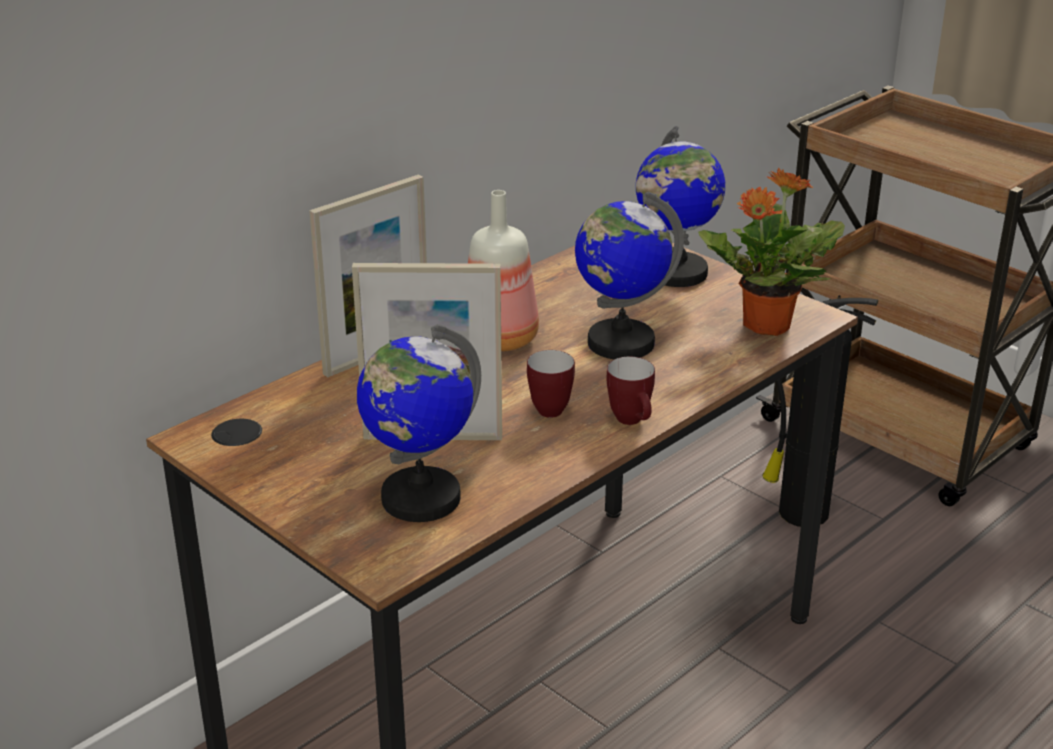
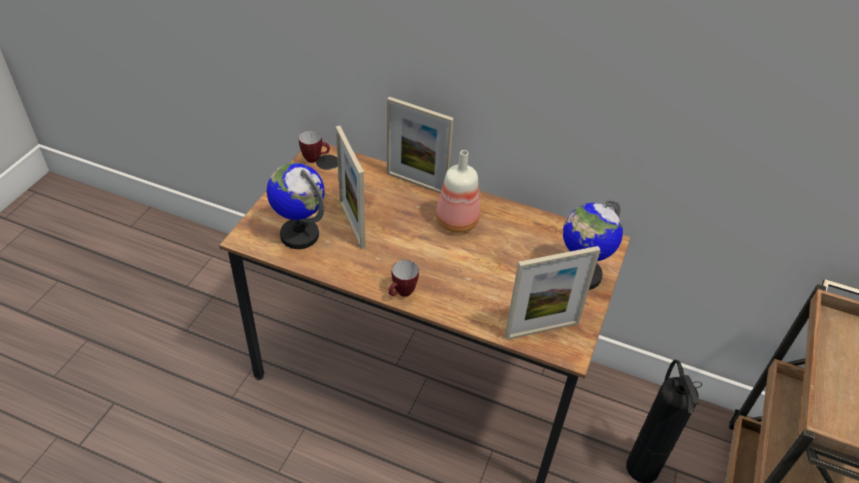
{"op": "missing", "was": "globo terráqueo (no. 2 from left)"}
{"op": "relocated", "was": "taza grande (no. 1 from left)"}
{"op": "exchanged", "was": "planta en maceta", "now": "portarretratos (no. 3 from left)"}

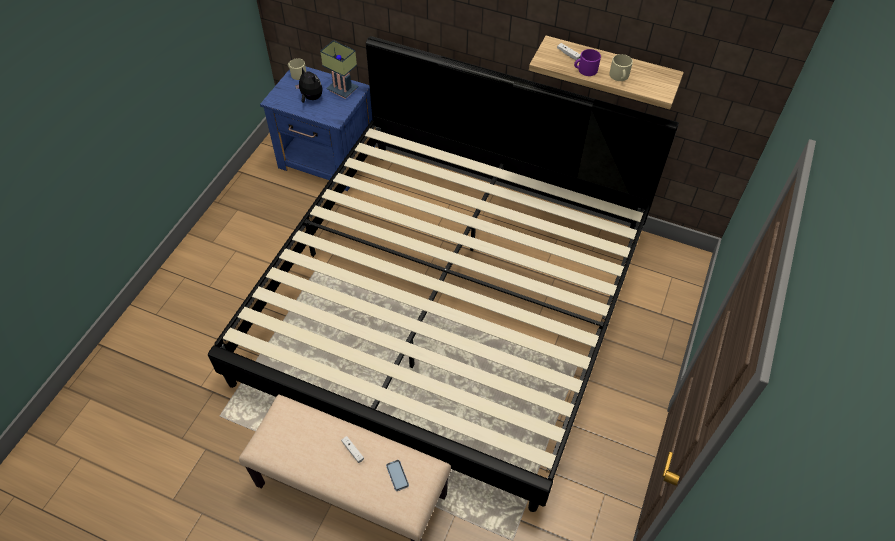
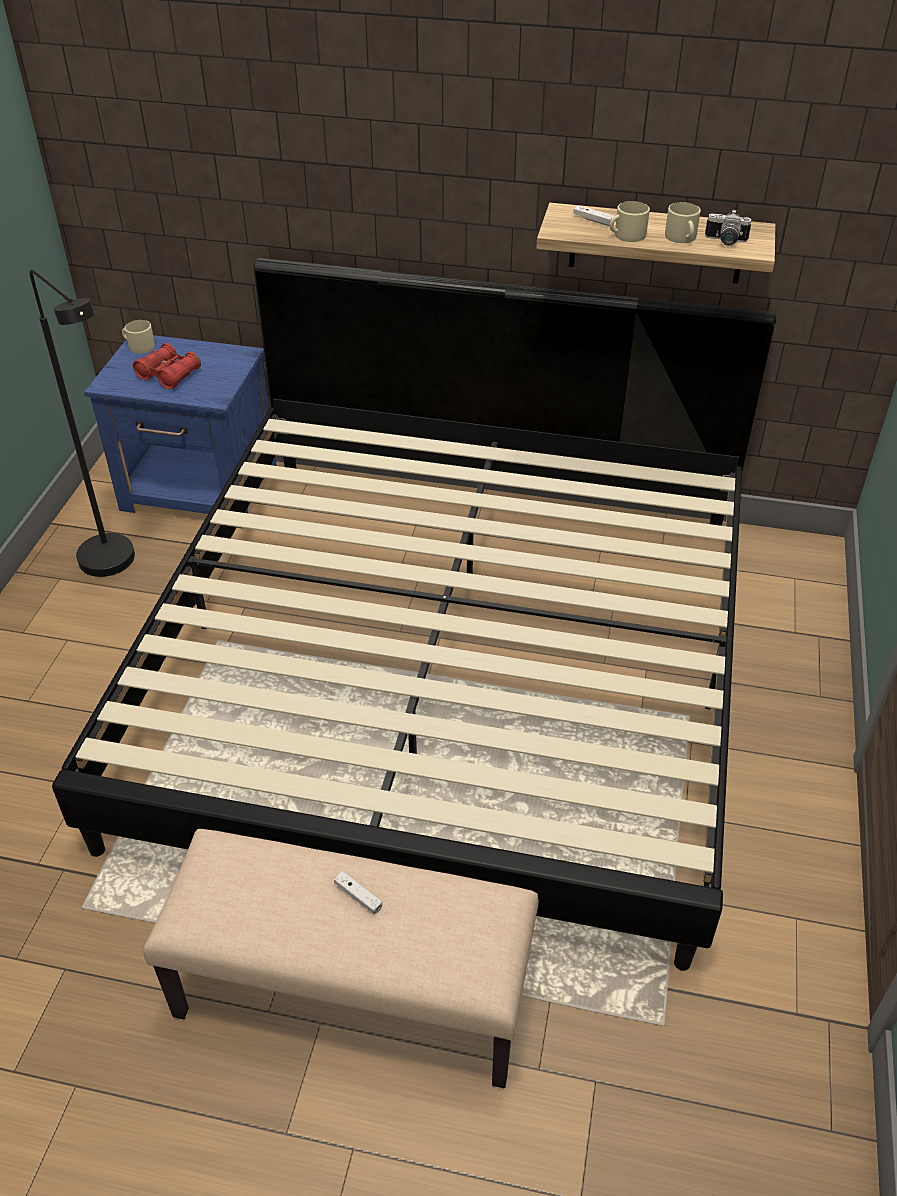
{"op": "missing", "was": "lámpara de mesa"}
{"op": "missing", "was": "móvil"}
{"op": "appeared", "now": "lámpara de pie (negro)"}
{"op": "appeared", "now": "cámara"}
{"op": "exchanged", "was": "peluche", "now": "prismáticos (rojo)"}
{"op": "colour", "was": "taza grande (morado)", "now": "taza grande (beis) (no. 2 from left)"}

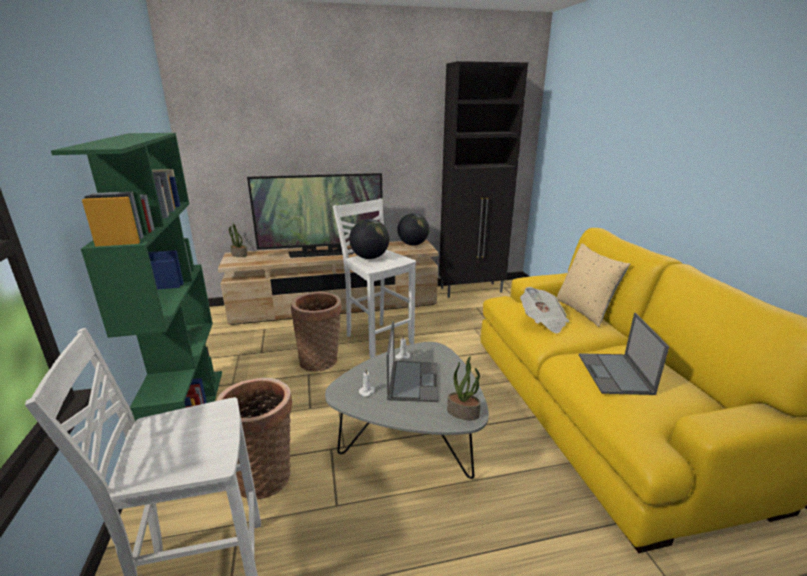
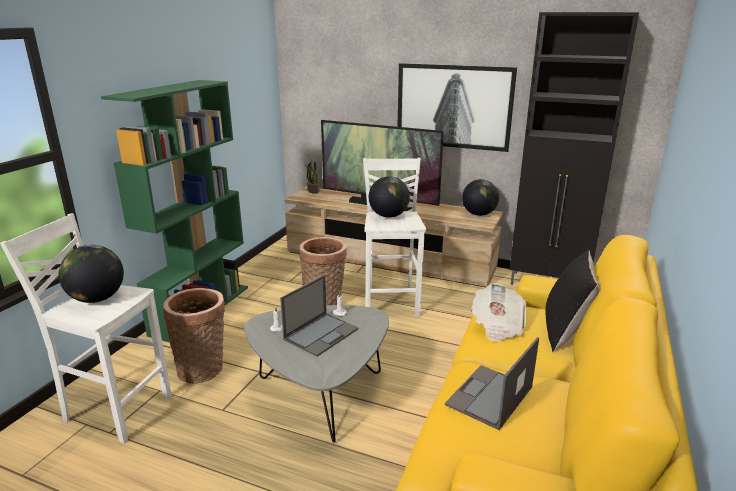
{"op": "missing", "was": "planta en maceta (no. 2 from left)"}
{"op": "appeared", "now": "globo terráqueo (no. 1 from left)"}
{"op": "appeared", "now": "cuadro"}
{"op": "colour", "was": "cojín (beis)", "now": "cojín (negro)"}

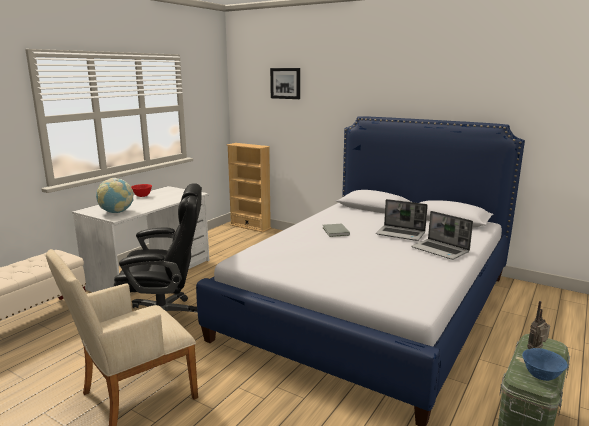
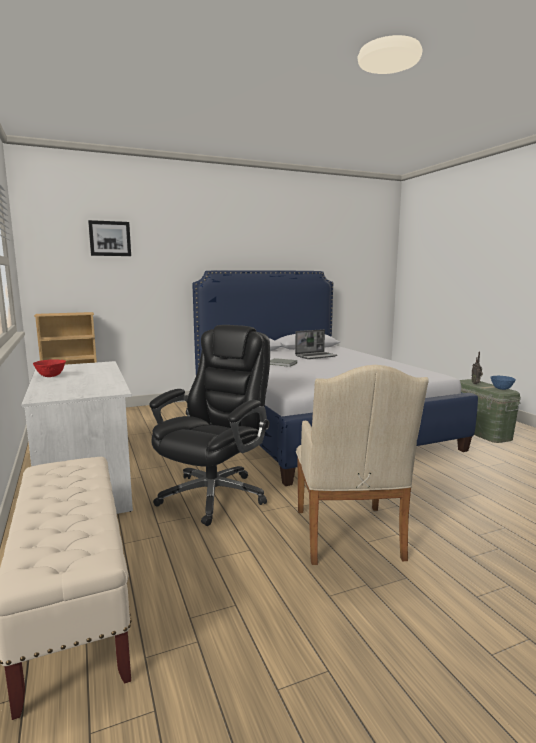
{"op": "missing", "was": "globo terráqueo"}
{"op": "missing", "was": "portátil (no. 2 from left)"}

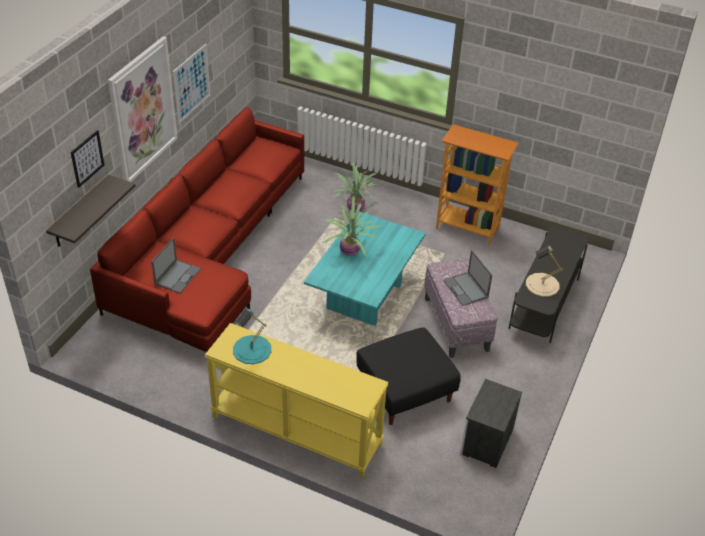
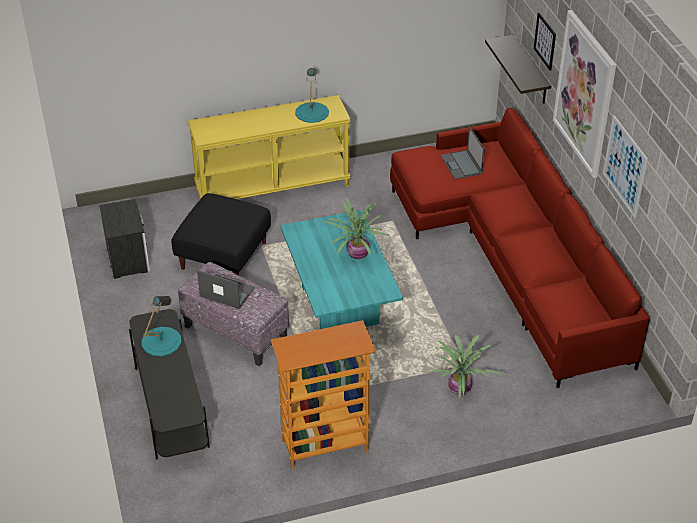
{"op": "colour", "was": "lámpara de mesa (beis)", "now": "lámpara de mesa (turquesa) (no. 1 from left)"}

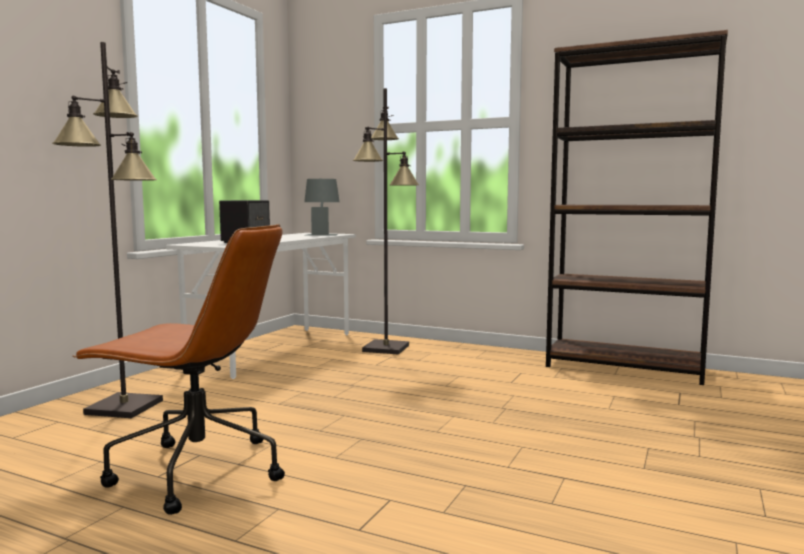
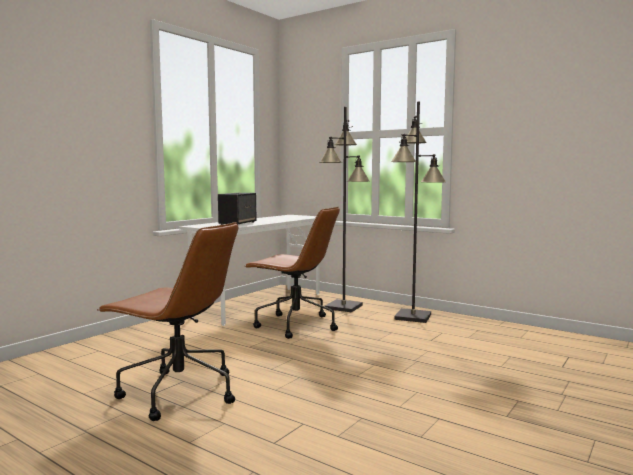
{"op": "missing", "was": "lámpara de mesa (gris)"}
{"op": "missing", "was": "estantería (marrón)"}
{"op": "appeared", "now": "silla de oficina (marrón) (no. 2 from left)"}
{"op": "relocated", "was": "lámpara de pie (negro) (no. 1 from left in the first image)", "now": "lámpara de pie (negro) (no. 2 from left)"}

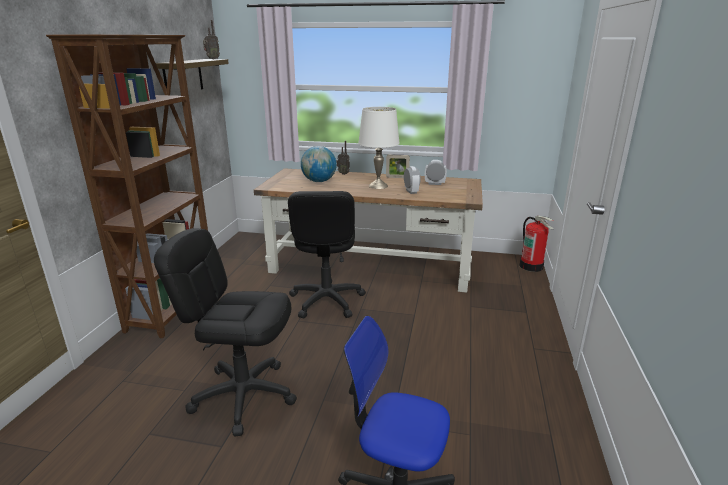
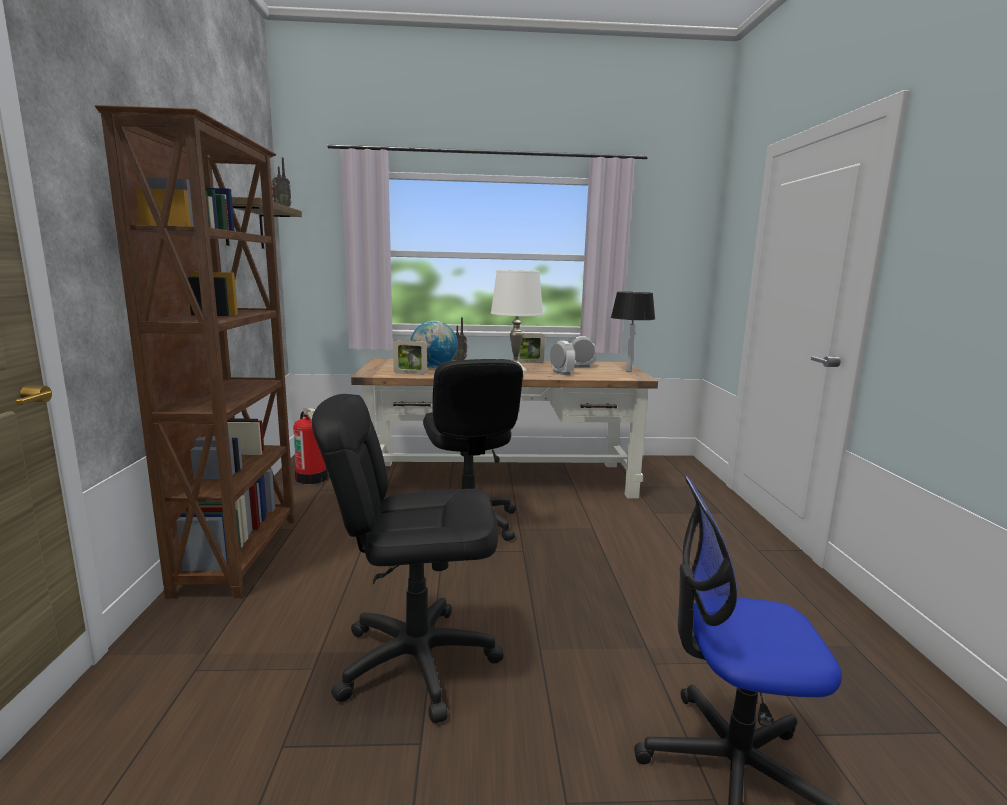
{"op": "appeared", "now": "portarretratos (no. 1 from left)"}
{"op": "appeared", "now": "lámpara de mesa (negro)"}
{"op": "relocated", "was": "extintor"}

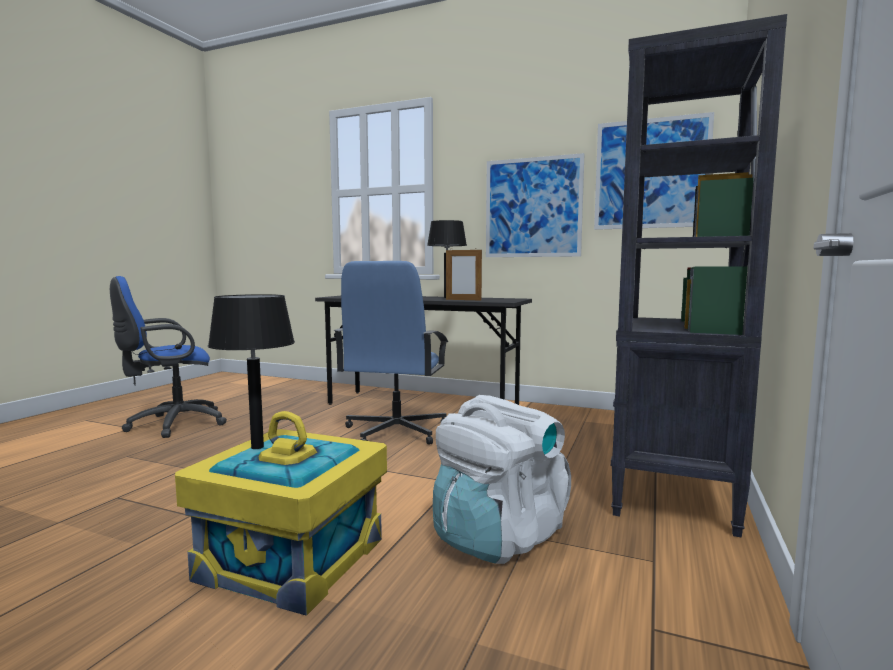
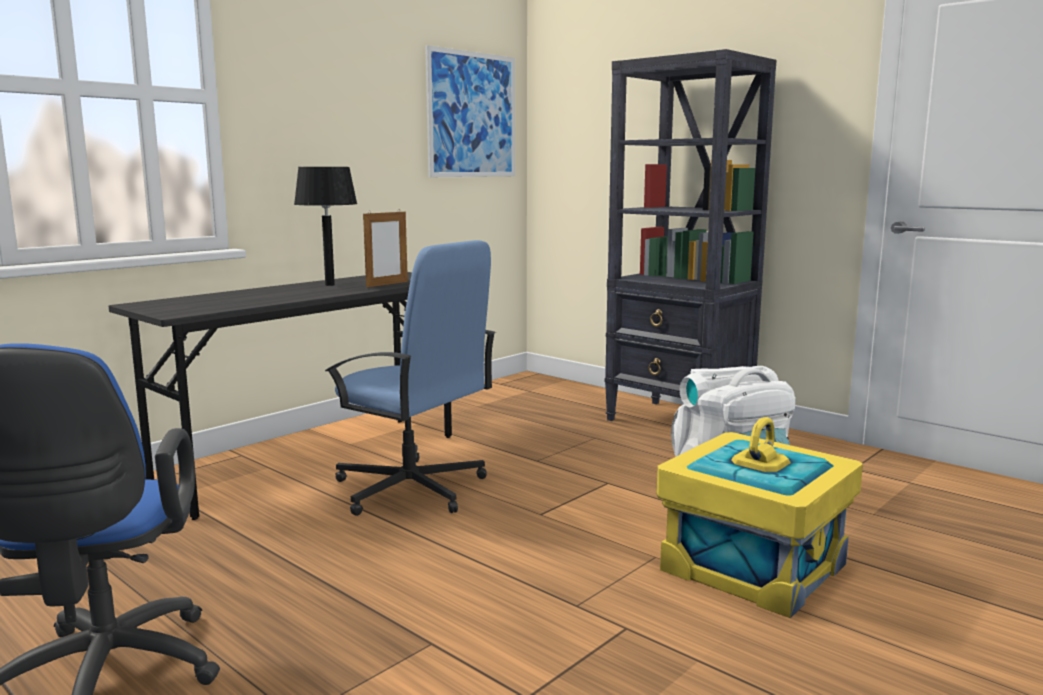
{"op": "missing", "was": "lámpara de mesa (negro) (no. 1 from left)"}
{"op": "missing", "was": "cuadro (no. 1 from left)"}

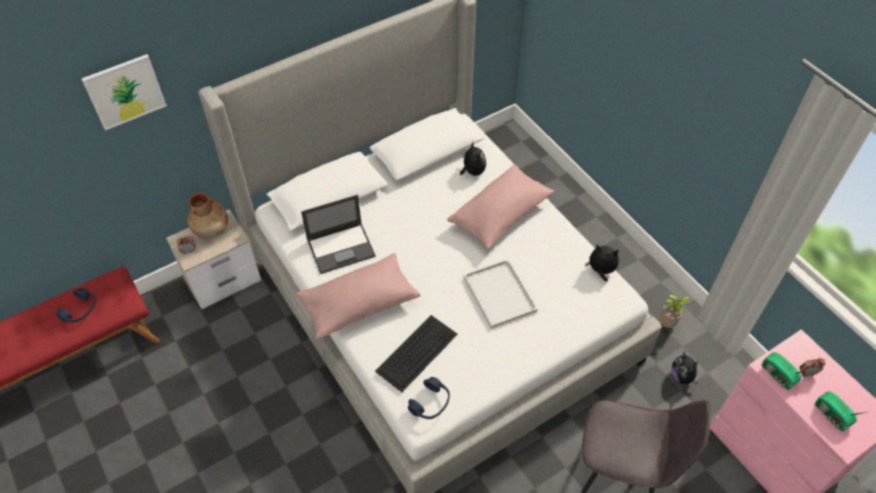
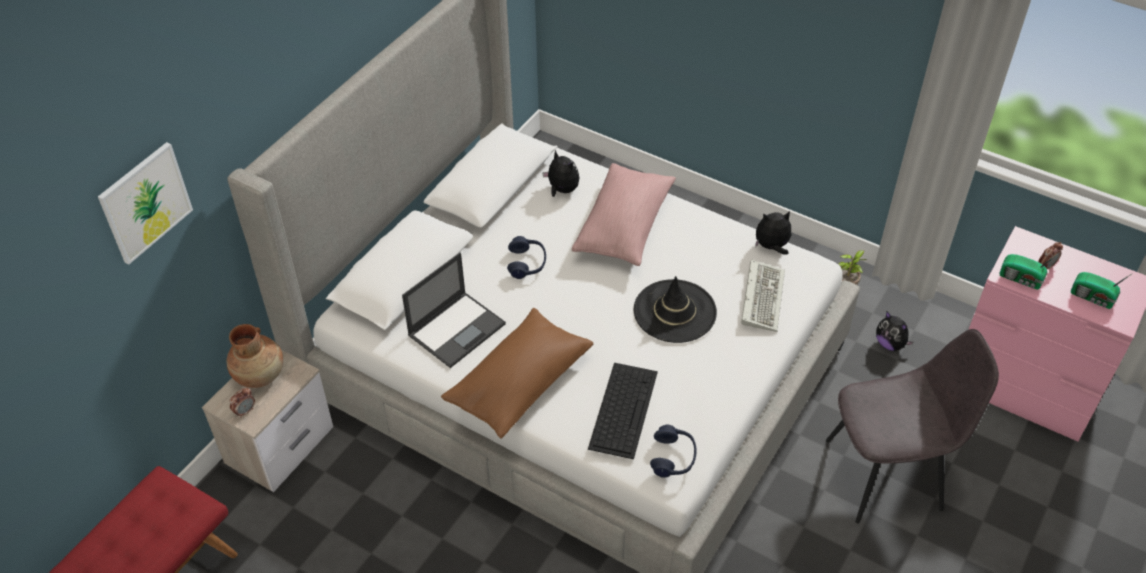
{"op": "appeared", "now": "teclado (no. 2 from left)"}
{"op": "relocated", "was": "auriculares (azul) (no. 1 from left)"}
{"op": "exchanged", "was": "bandeja (blanco)", "now": "sombrero (negro)"}
{"op": "colour", "was": "cojín (rosa) (no. 1 from left)", "now": "cojín (marrón)"}

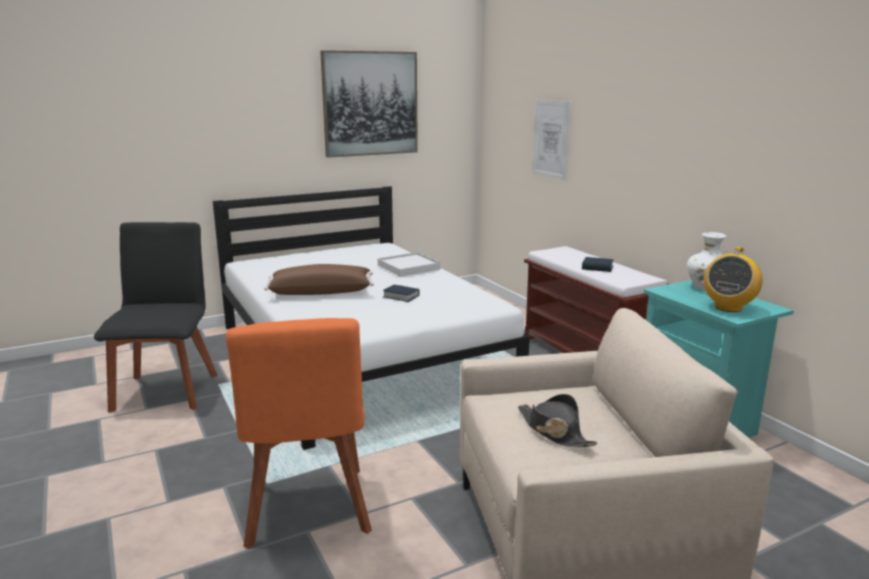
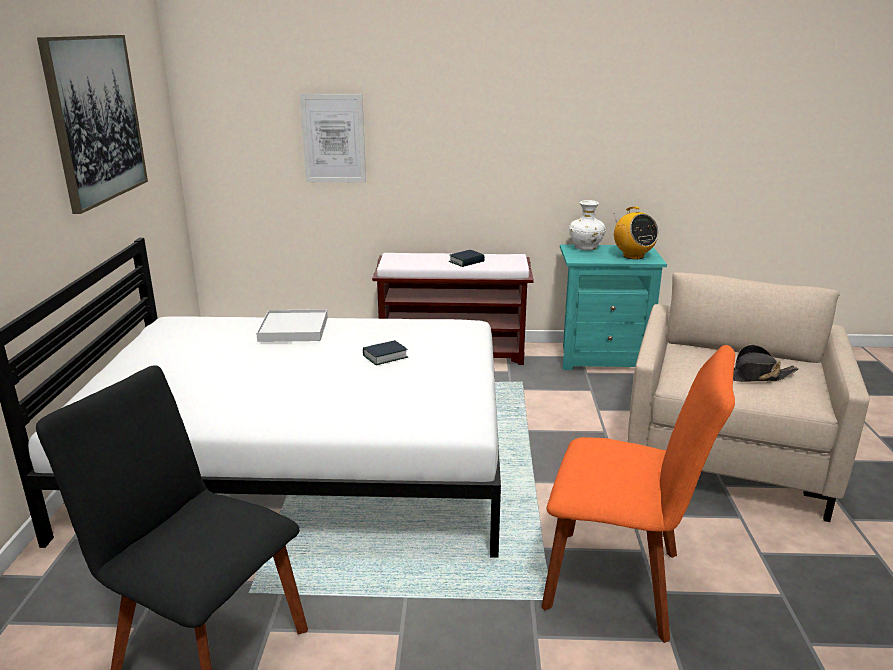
{"op": "missing", "was": "cojín (marrón)"}

